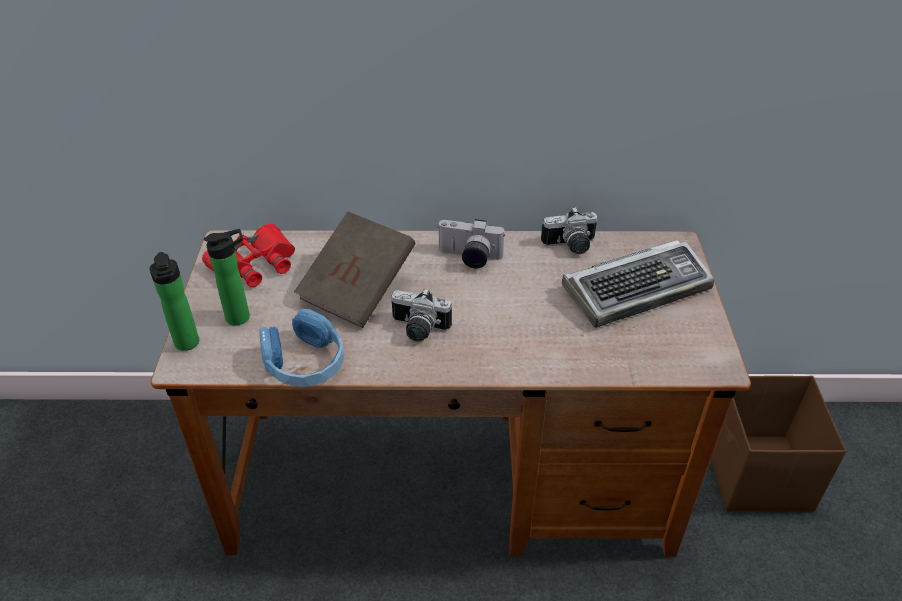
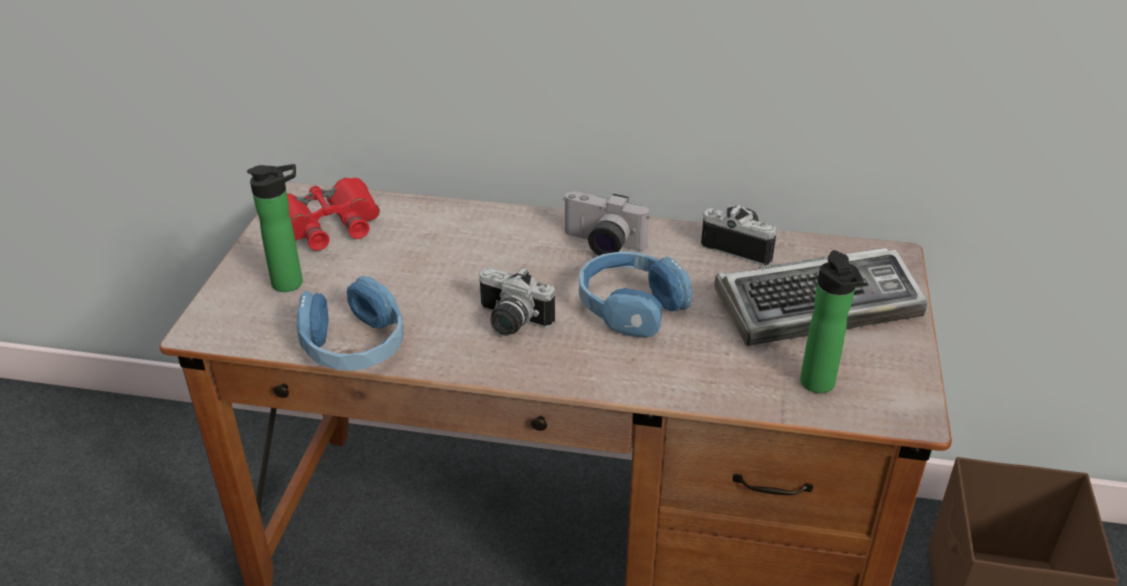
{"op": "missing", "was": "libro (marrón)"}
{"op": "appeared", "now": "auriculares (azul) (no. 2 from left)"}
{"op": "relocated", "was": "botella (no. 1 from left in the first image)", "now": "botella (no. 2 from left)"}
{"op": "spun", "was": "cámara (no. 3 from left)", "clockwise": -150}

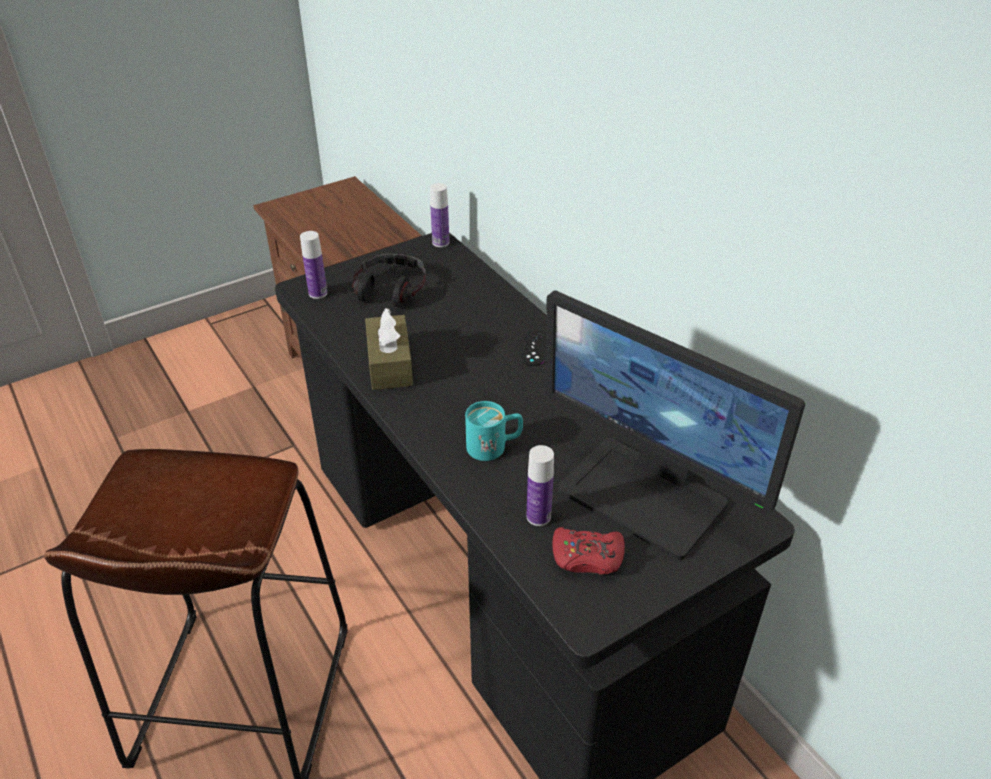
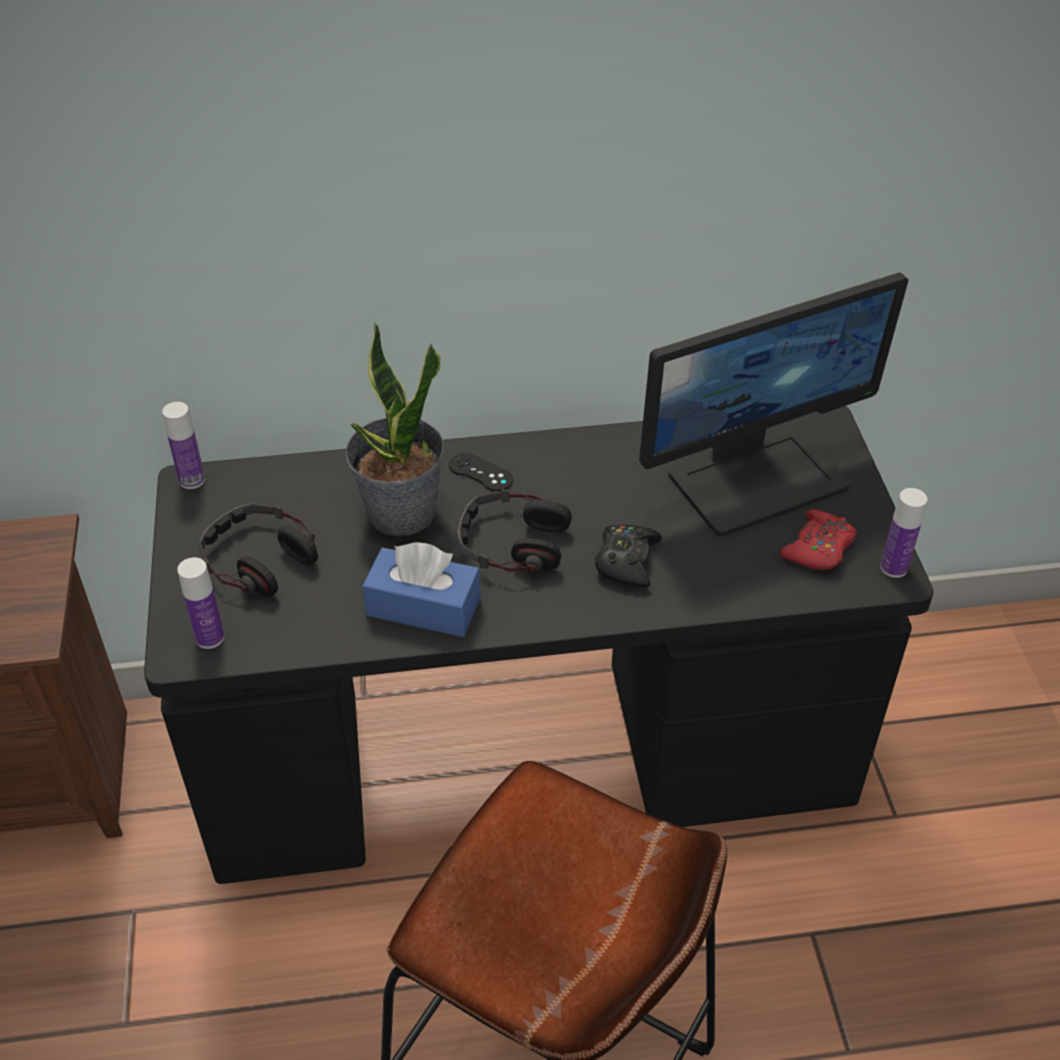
{"op": "appeared", "now": "planta en maceta"}
{"op": "appeared", "now": "auriculares (no. 2 from left)"}
{"op": "relocated", "was": "botella (no. 3 from left)"}
{"op": "exchanged", "was": "taza grande (turquesa)", "now": "mando de consola (negro) (no. 2 from left)"}
{"op": "colour", "was": "caja de pañuelos (marrón)", "now": "caja de pañuelos (azul)"}

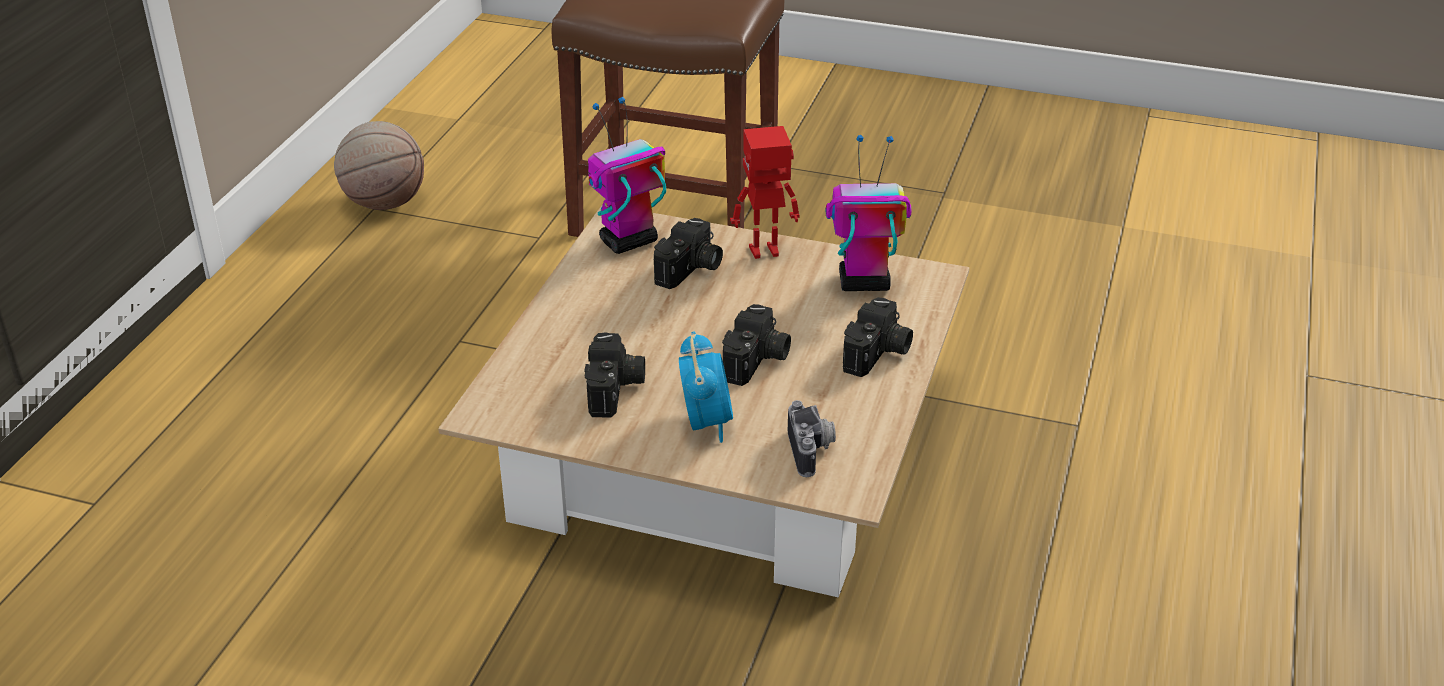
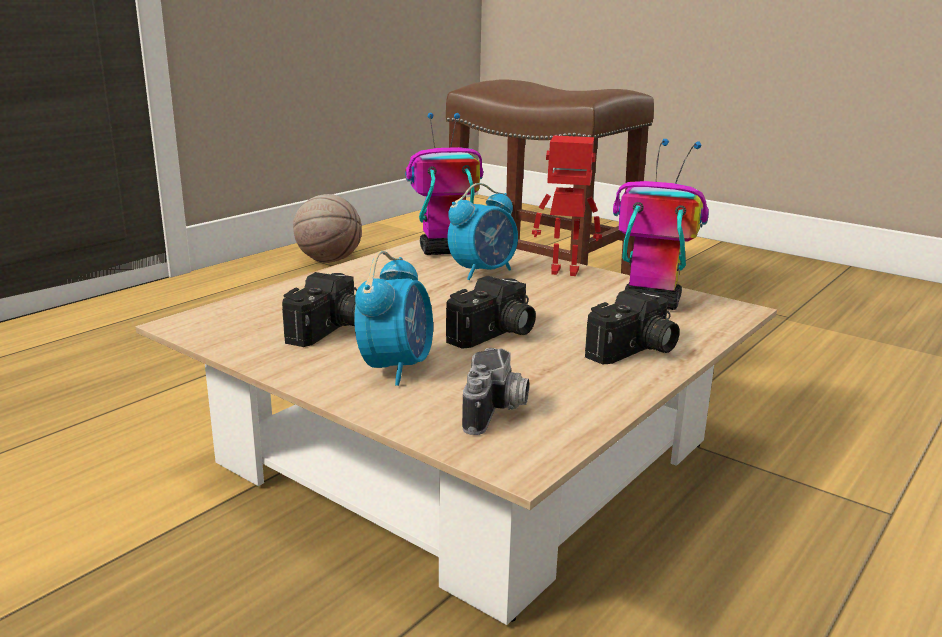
{"op": "exchanged", "was": "cámara (no. 2 from left)", "now": "despertador (no. 2 from left)"}

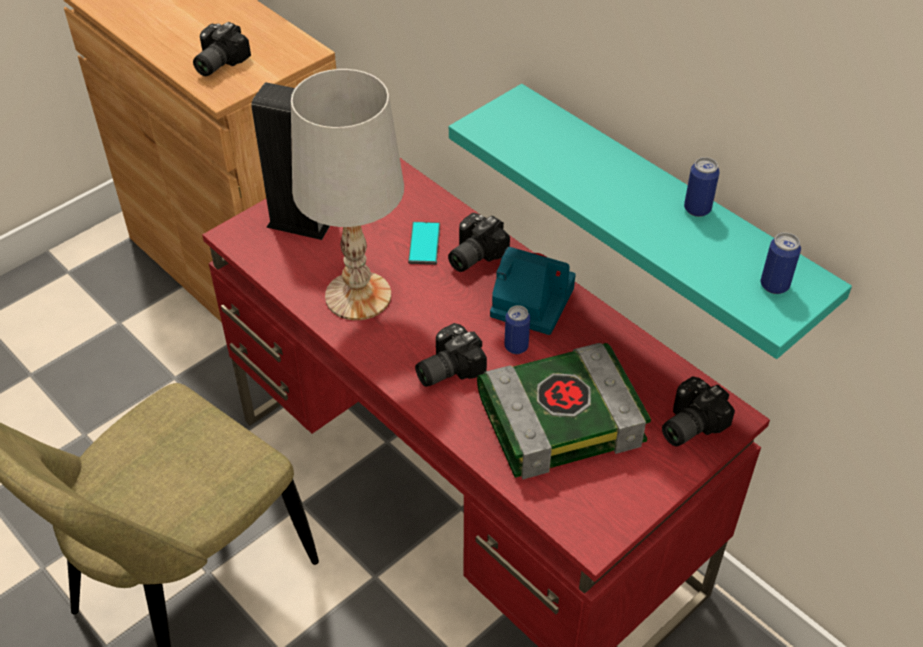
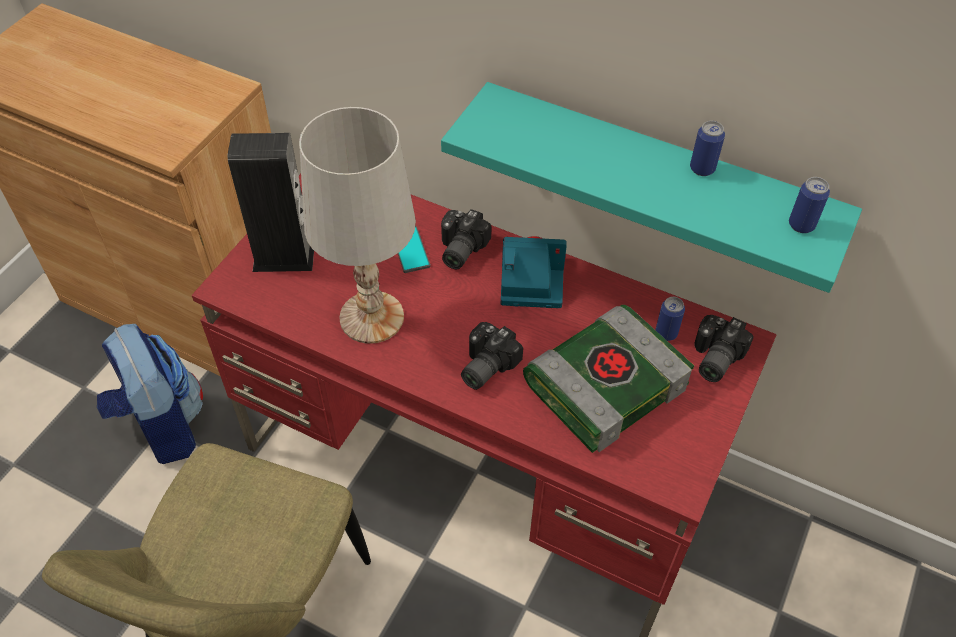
{"op": "missing", "was": "cámara (no. 1 from left)"}
{"op": "appeared", "now": "mochila"}
{"op": "relocated", "was": "lata (no. 1 from left)"}

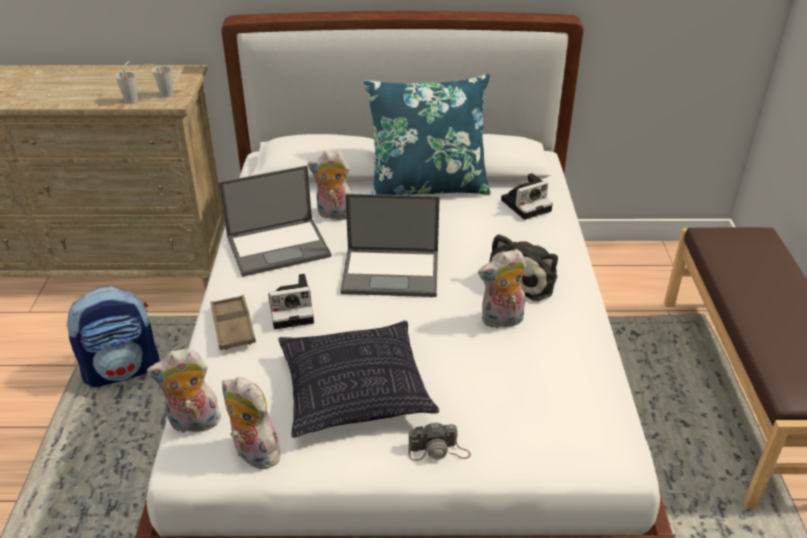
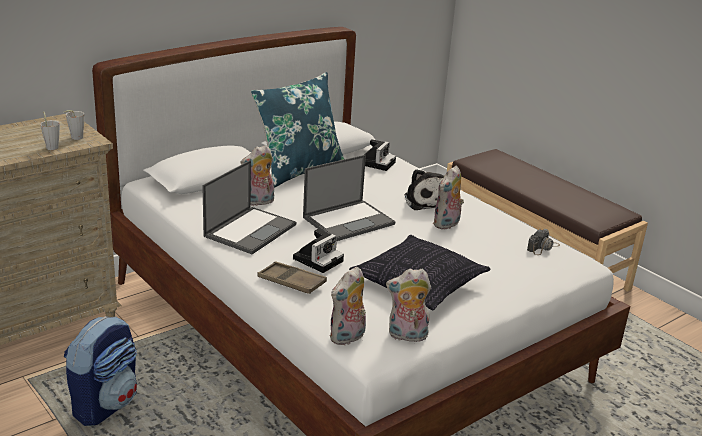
{"op": "relocated", "was": "cámara (no. 2 from left in the first image)", "now": "cámara (no. 3 from left)"}

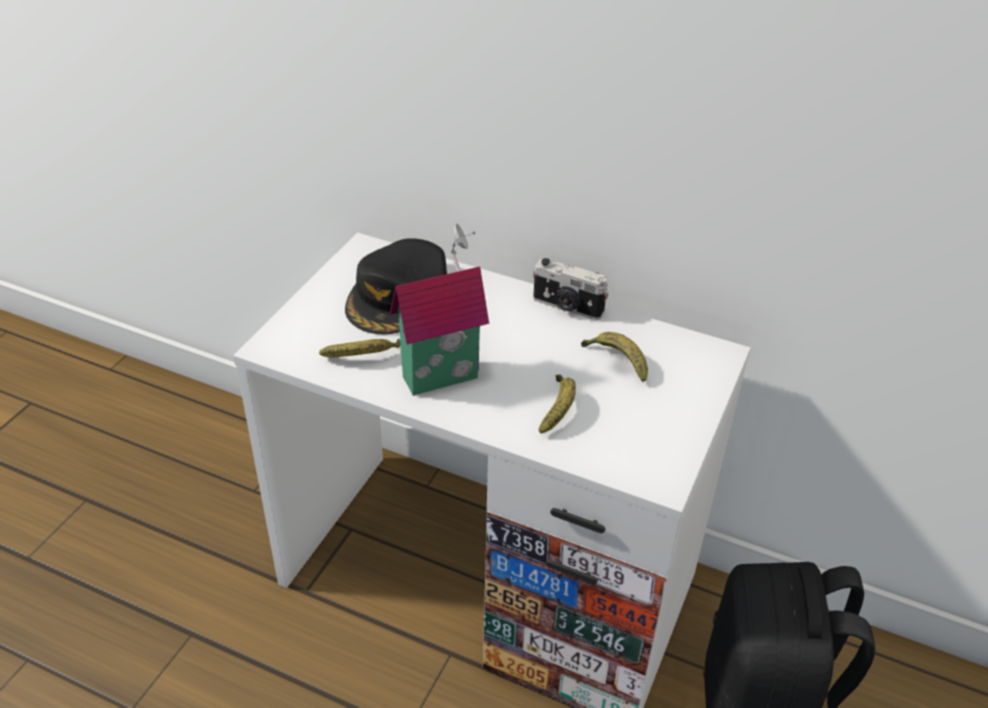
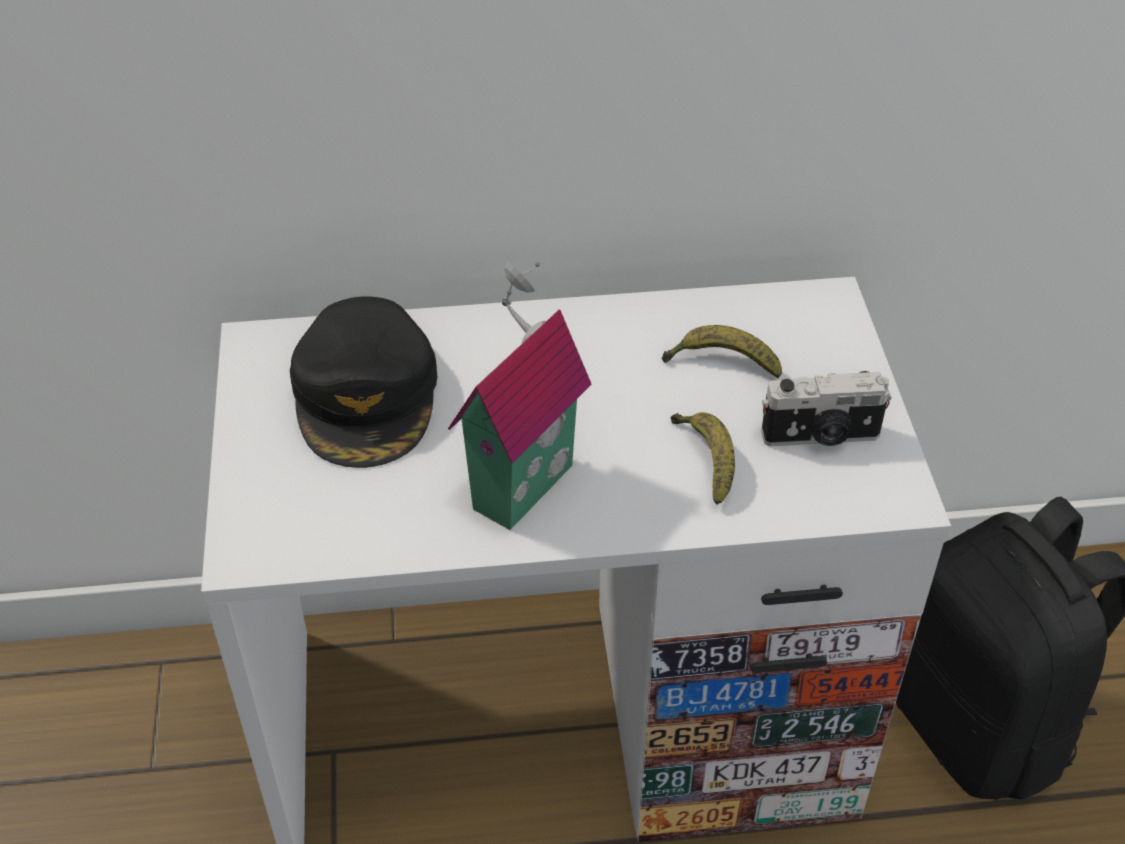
{"op": "missing", "was": "plátano (no. 1 from left)"}
{"op": "relocated", "was": "cámara"}

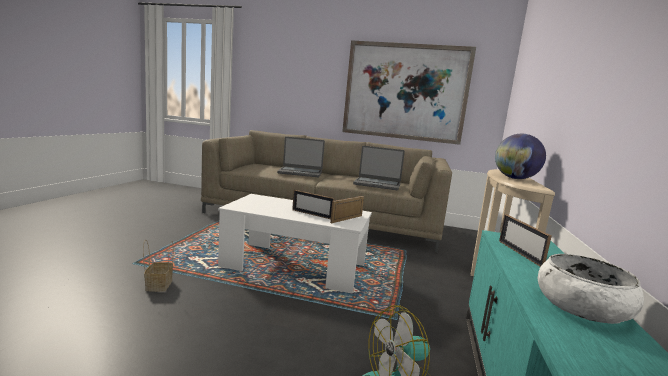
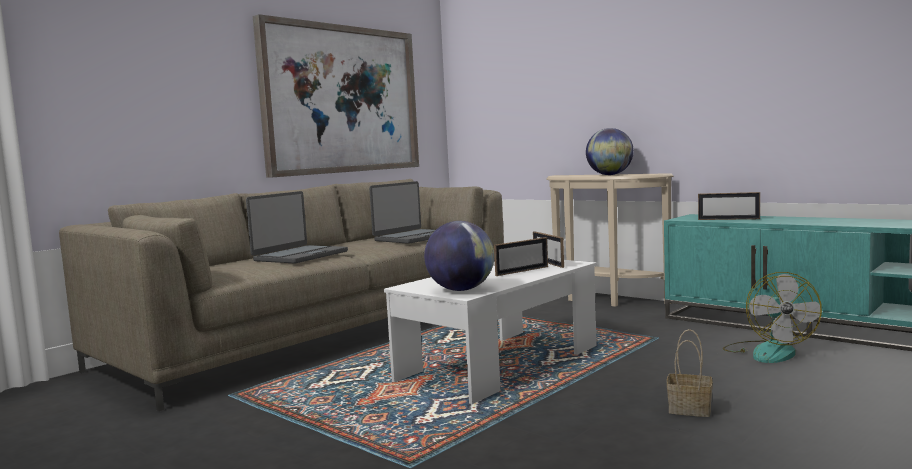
{"op": "missing", "was": "cuenco (blanco)"}
{"op": "appeared", "now": "globo terráqueo (no. 1 from left)"}
{"op": "relocated", "was": "cesta"}

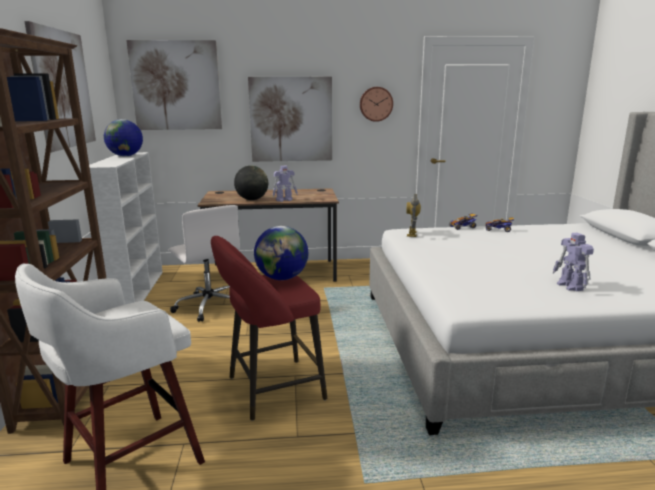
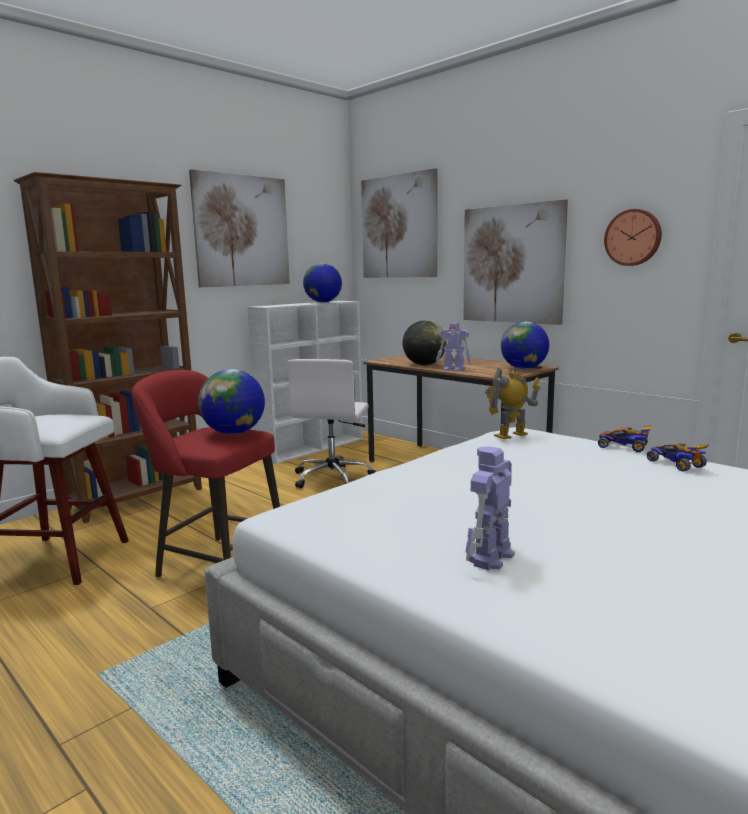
{"op": "appeared", "now": "globo terráqueo (no. 4 from left)"}

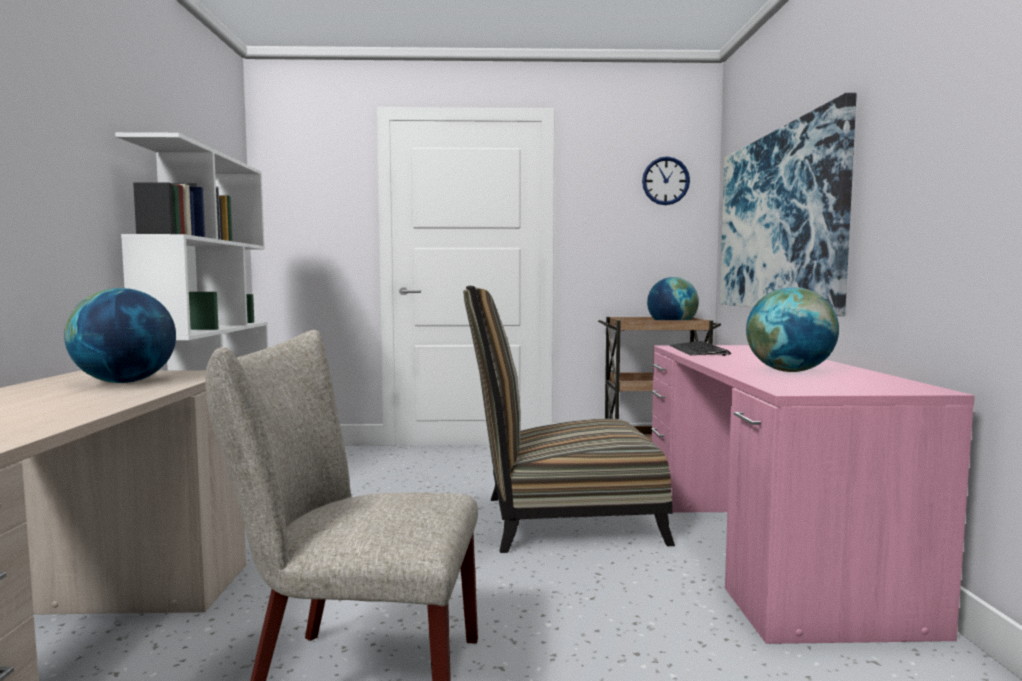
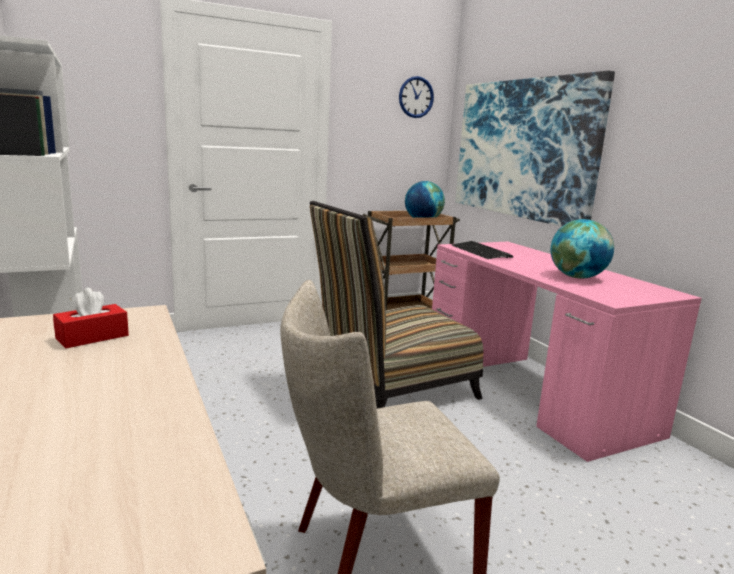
{"op": "exchanged", "was": "globo terráqueo (no. 1 from left)", "now": "caja de pañuelos (rojo)"}

